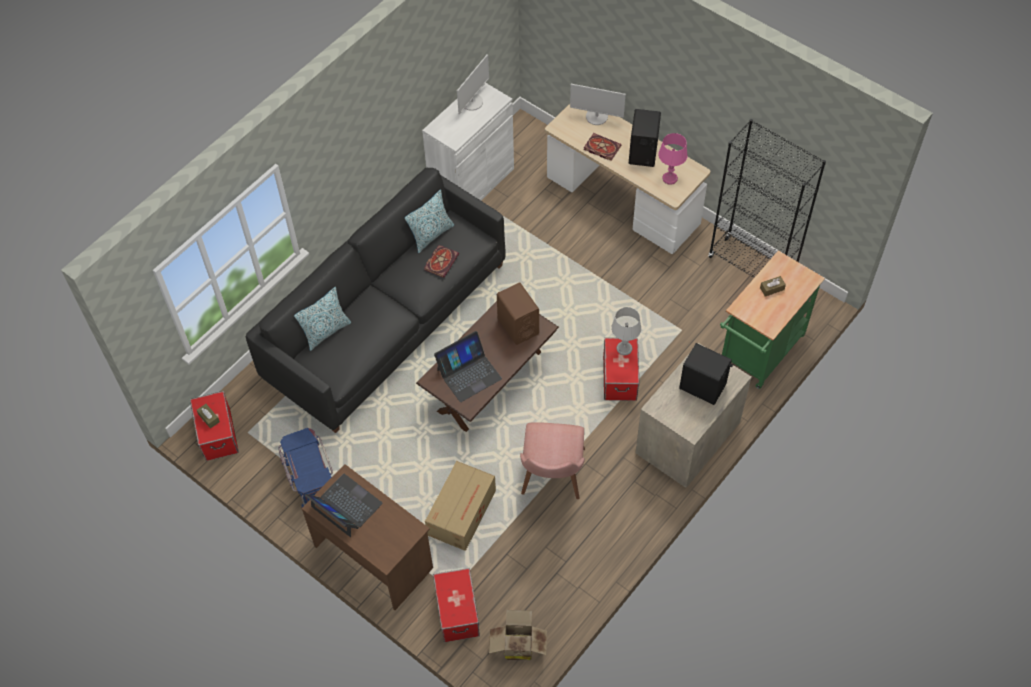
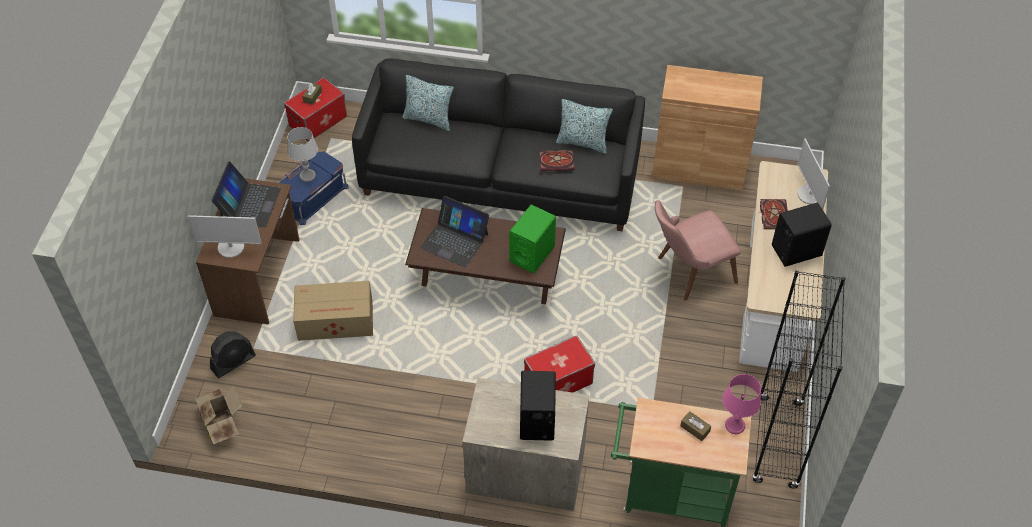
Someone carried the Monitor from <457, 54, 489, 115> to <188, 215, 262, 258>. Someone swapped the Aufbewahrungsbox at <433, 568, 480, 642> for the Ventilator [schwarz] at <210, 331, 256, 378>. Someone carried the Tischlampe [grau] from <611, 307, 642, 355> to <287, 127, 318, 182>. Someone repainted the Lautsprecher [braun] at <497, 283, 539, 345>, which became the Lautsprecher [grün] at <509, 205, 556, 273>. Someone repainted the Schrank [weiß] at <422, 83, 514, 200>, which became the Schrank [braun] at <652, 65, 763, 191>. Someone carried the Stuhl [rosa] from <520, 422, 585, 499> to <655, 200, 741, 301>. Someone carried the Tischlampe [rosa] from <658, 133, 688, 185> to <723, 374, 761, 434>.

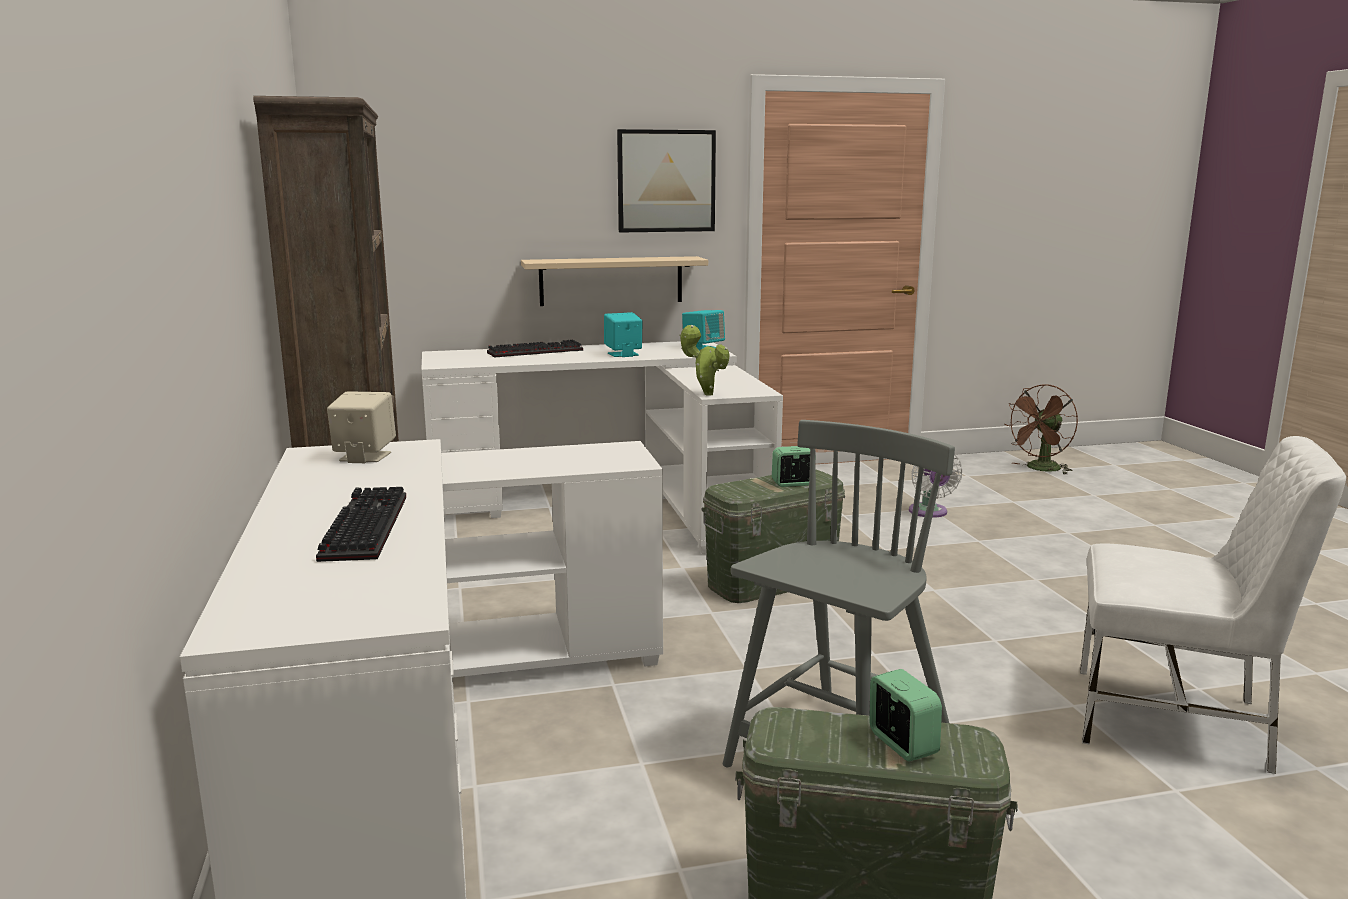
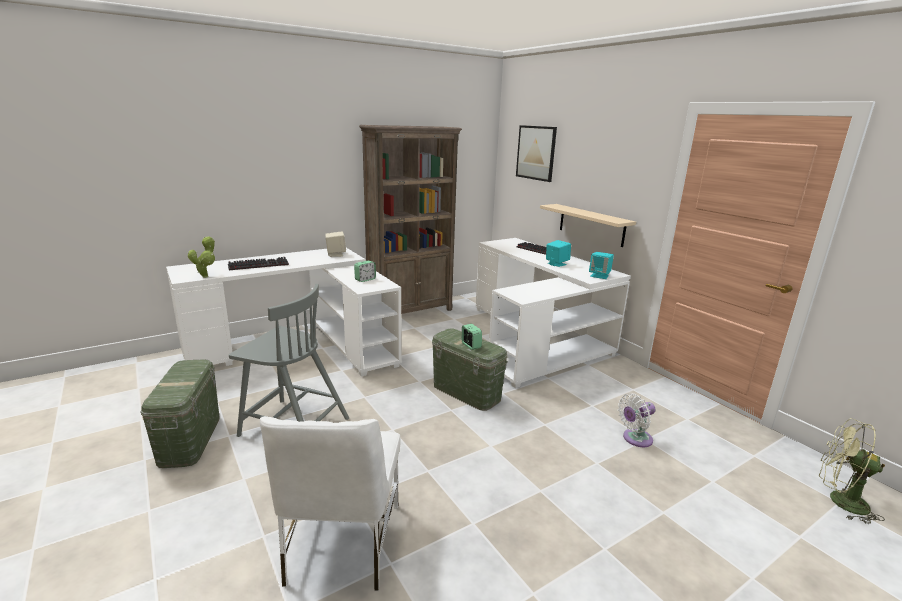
Someone carried the Topfpflanze from <679, 325, 729, 396> to <188, 236, 215, 278>. Someone carried the Wecker from <869, 669, 942, 761> to <354, 261, 376, 282>. Someone carried the Bild from <617, 129, 716, 233> to <516, 125, 557, 182>. Someone repainted the Ventilator [braun] at <1004, 384, 1078, 474>, which became the Ventilator [grün] at <819, 418, 885, 524>.

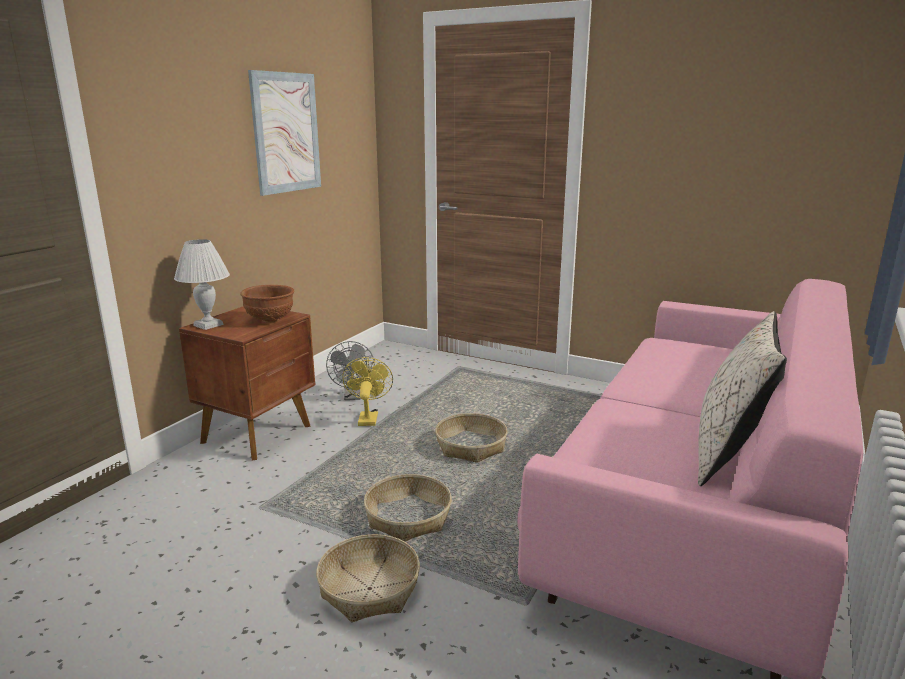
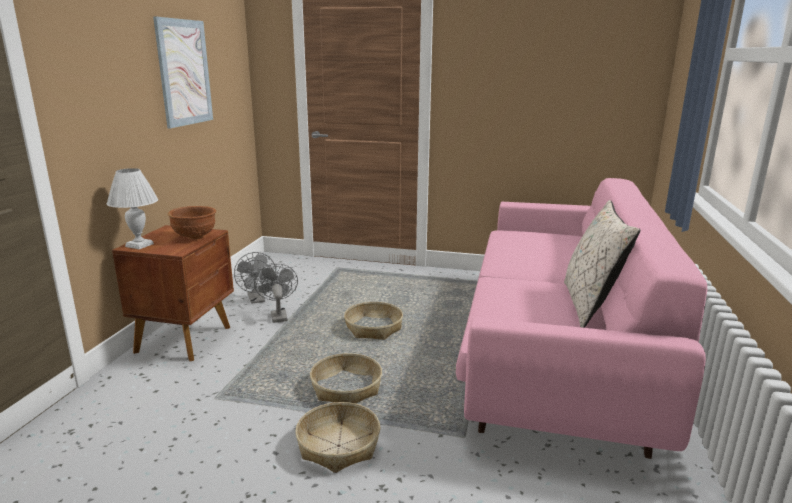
Someone repainted the Ventilator [gelb] at <342, 357, 393, 426>, which became the Ventilator [grau] at <254, 264, 298, 323>.

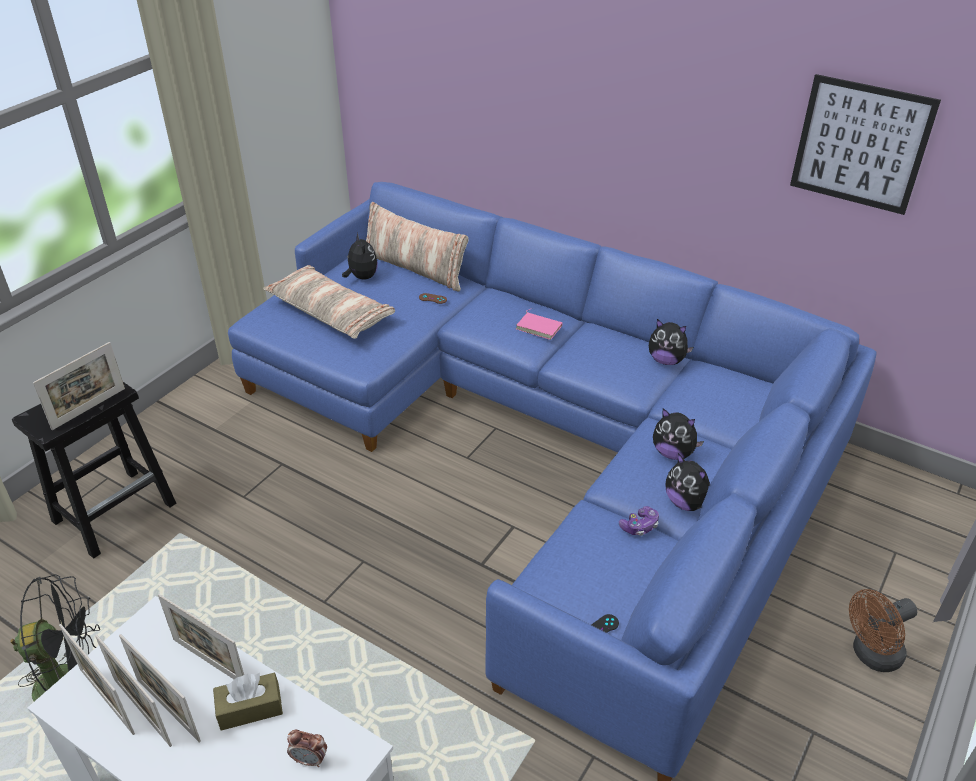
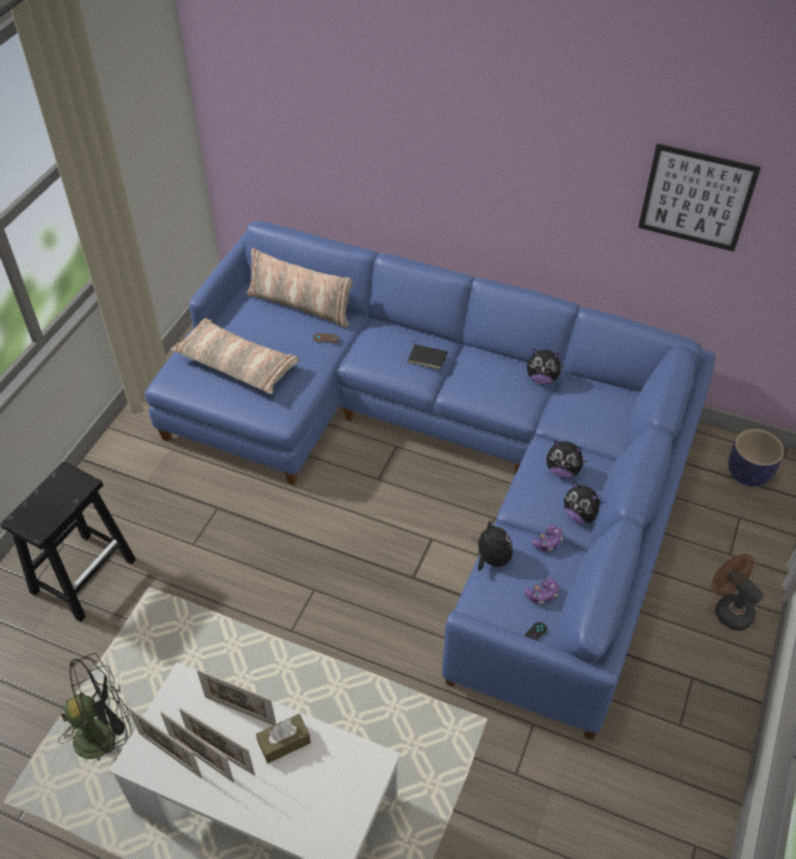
Someone repainted the Buch [rosa] at <516, 308, 563, 340>, which became the Buch [schwarz] at <408, 339, 447, 370>. Someone carried the Plüschtier from <342, 233, 378, 280> to <473, 521, 513, 571>. Someone put down the Gamepad at <525, 578, 559, 605>. Someone rotated the Ventilator [braun] at <849, 589, 917, 672> by 90 degrees clockwise. Someone put down the Pflanzkübel at <728, 429, 784, 487>. Someone took away the Bilderrahmen at <33, 342, 125, 430>. Someone took away the Wecker at <287, 730, 327, 767>.

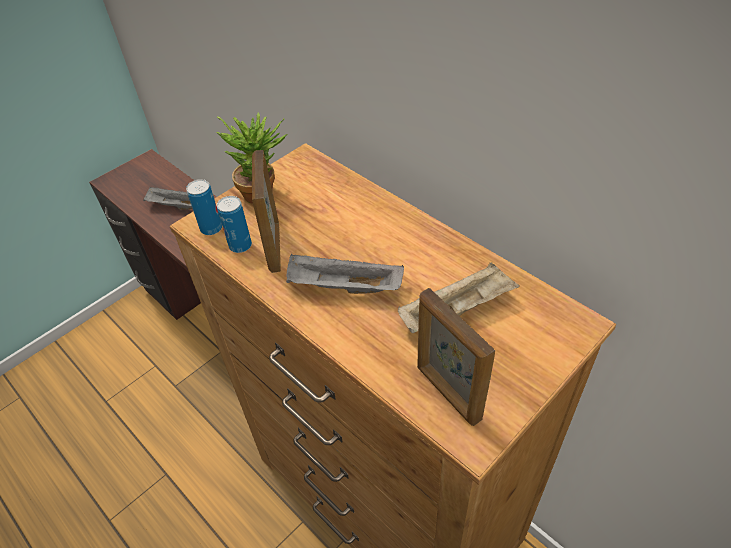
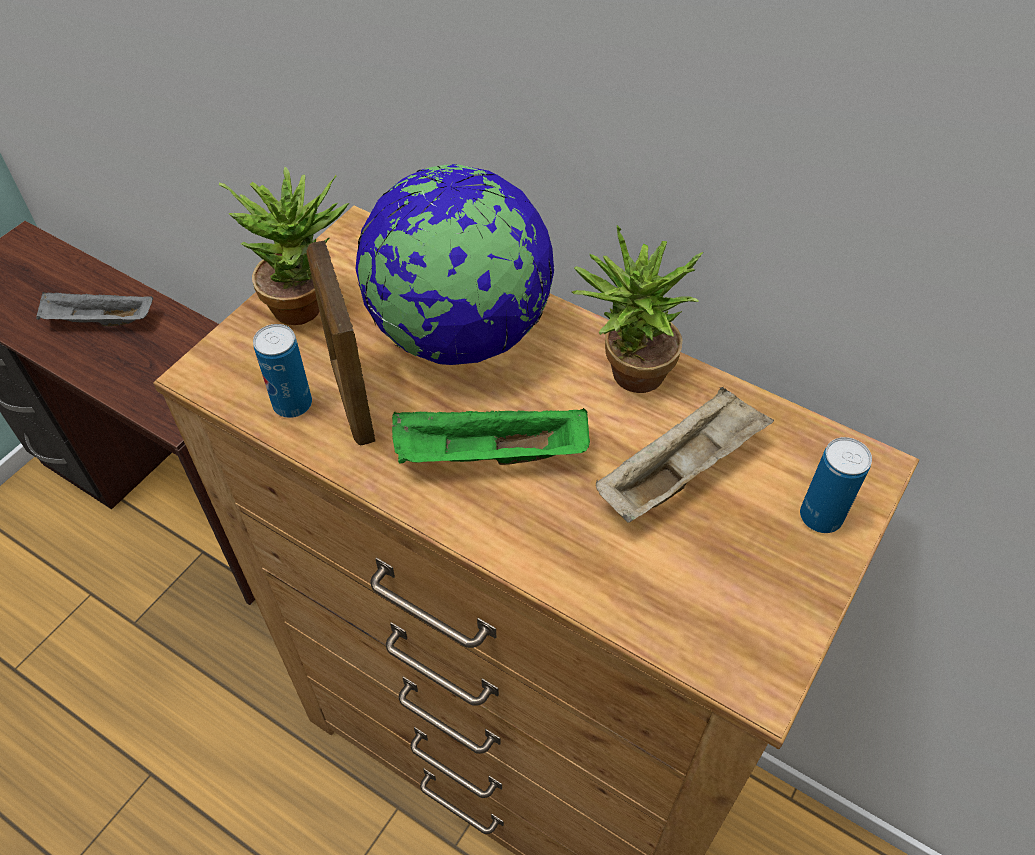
Someone put down the Globus at <356, 164, 554, 365>. Someone repainted the Tablett [grau] at <286, 254, 404, 294>, which became the Tablett [grün] at <392, 408, 590, 465>. Someone put down the Topfpflanze at <572, 225, 703, 393>. Someone carried the Dose from <186, 179, 222, 235> to <800, 437, 872, 533>. Someone took away the Bilderrahmen at <417, 288, 495, 426>.

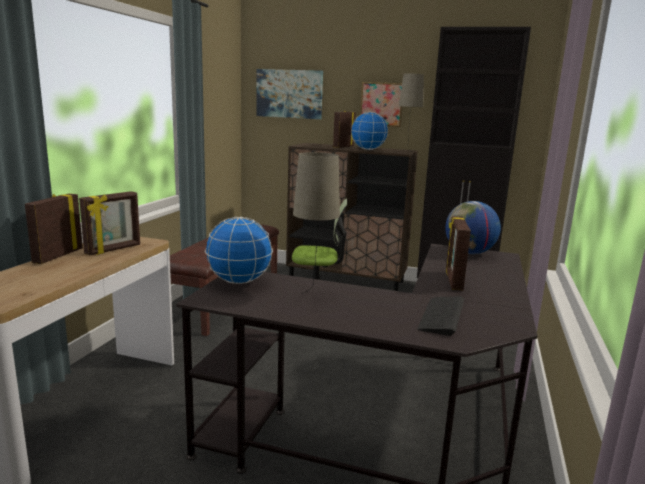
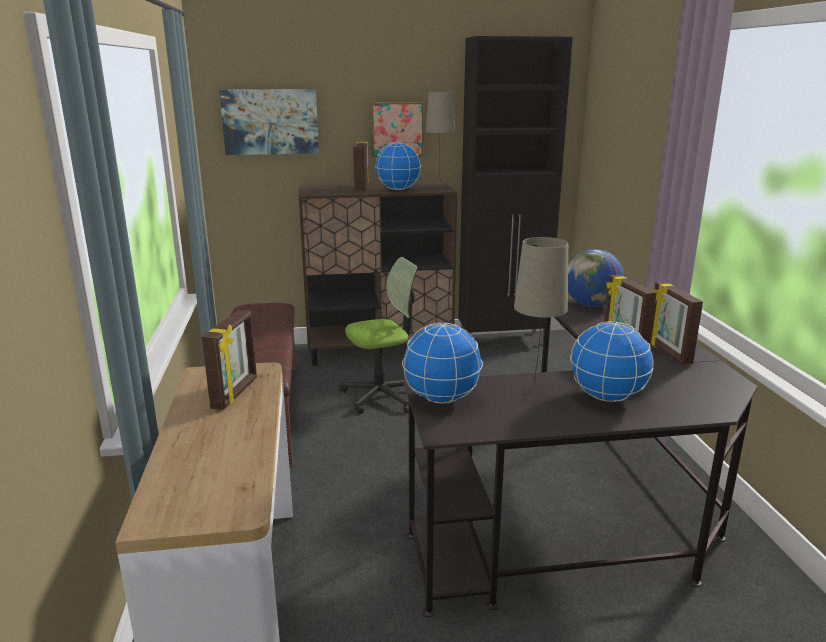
Someone put down the Globus at <570, 321, 654, 402>. Someone carried the Bilderrahmen from <25, 194, 83, 264> to <650, 281, 703, 365>. Someone took away the Tastatur at <417, 296, 464, 336>.

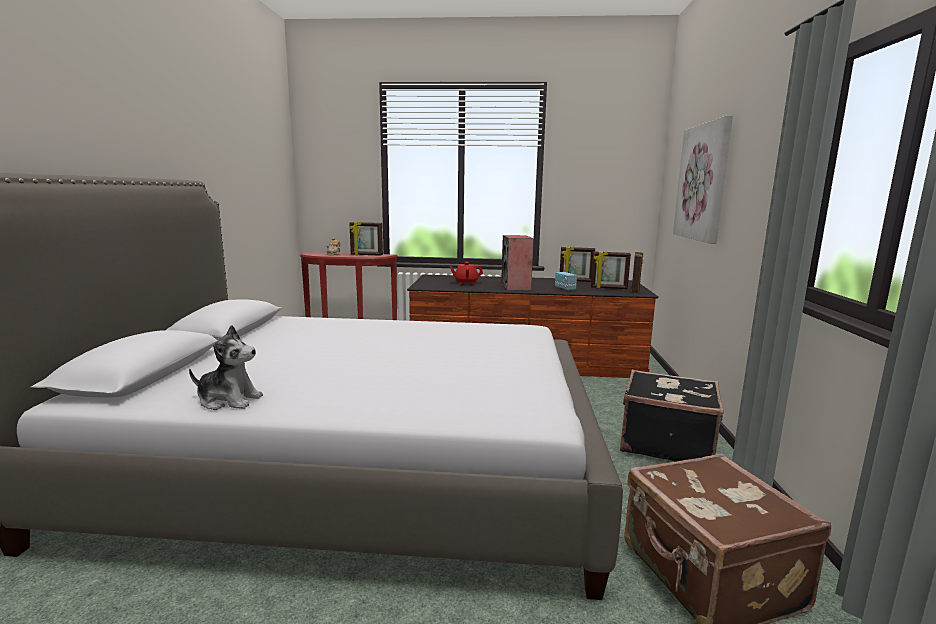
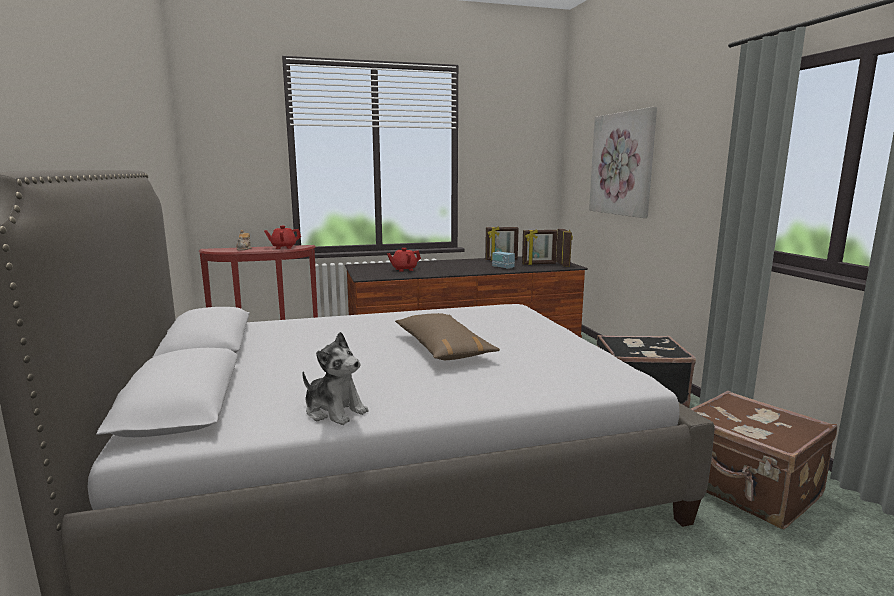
Someone swapped the Bilderrahmen at <349, 221, 383, 256> for the Teekanne [rot] at <264, 226, 301, 249>. Someone rotated the Plüschtier at <189, 325, 263, 410> by 45 degrees clockwise. Someone put down the Kissen [braun] at <395, 313, 500, 360>. Someone took away the Lautsprecher at <501, 235, 534, 291>.

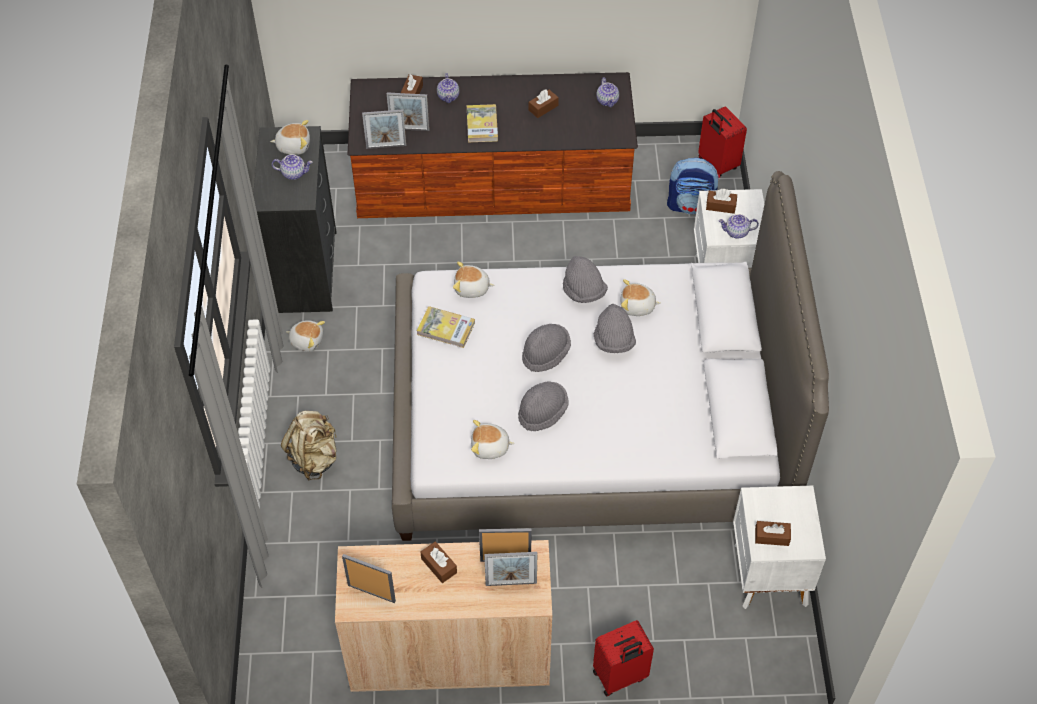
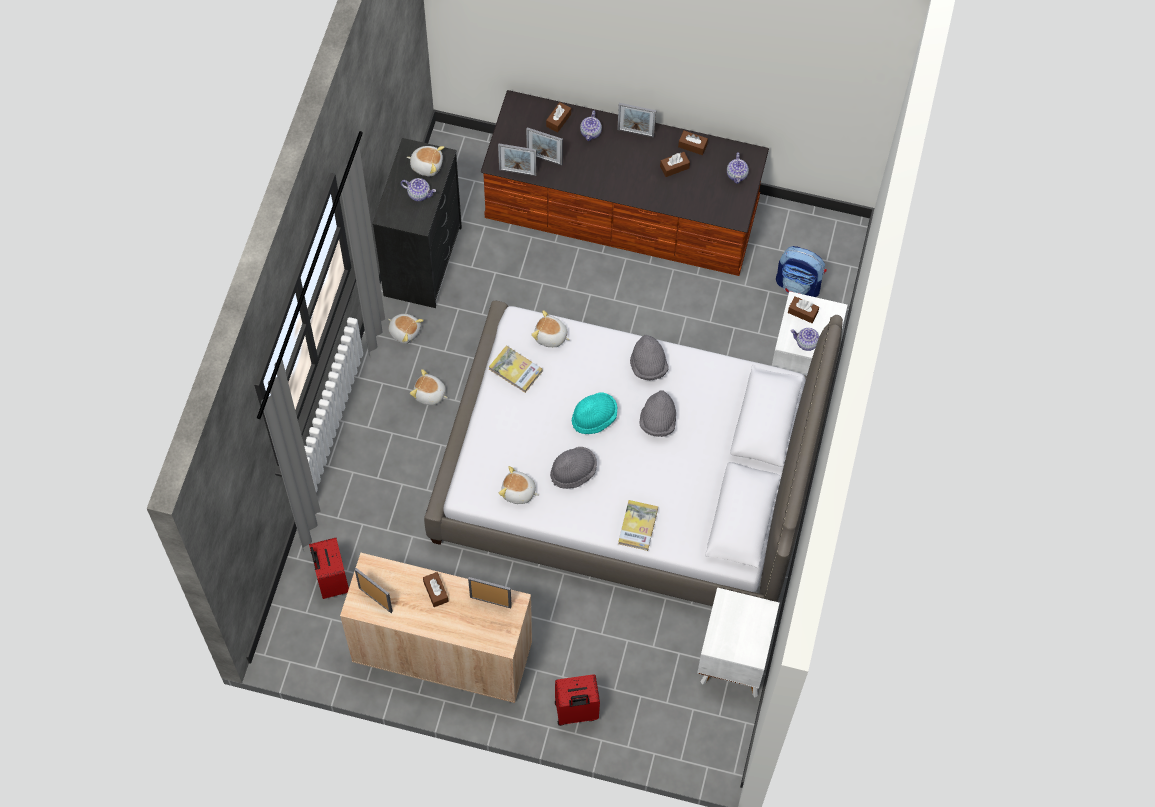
Someone carried the Koffer [rot] from <698, 106, 747, 176> to <309, 538, 349, 599>. Someone carried the Plüschtier from <621, 279, 661, 316> to <410, 369, 448, 405>. Someone repainted the Hut [grau] at <522, 324, 571, 372>, which became the Hut [türkis] at <572, 392, 617, 434>. Someone carried the Bilderrahmen from <484, 552, 537, 586> to <617, 103, 656, 137>. Someone carried the Buch from <467, 104, 498, 142> to <618, 500, 658, 551>. Someone carried the Taschentuchbox [braun] from <755, 521, 791, 546> to <678, 130, 708, 155>. Someone took away the Rucksack [beige] at <281, 411, 337, 480>.

